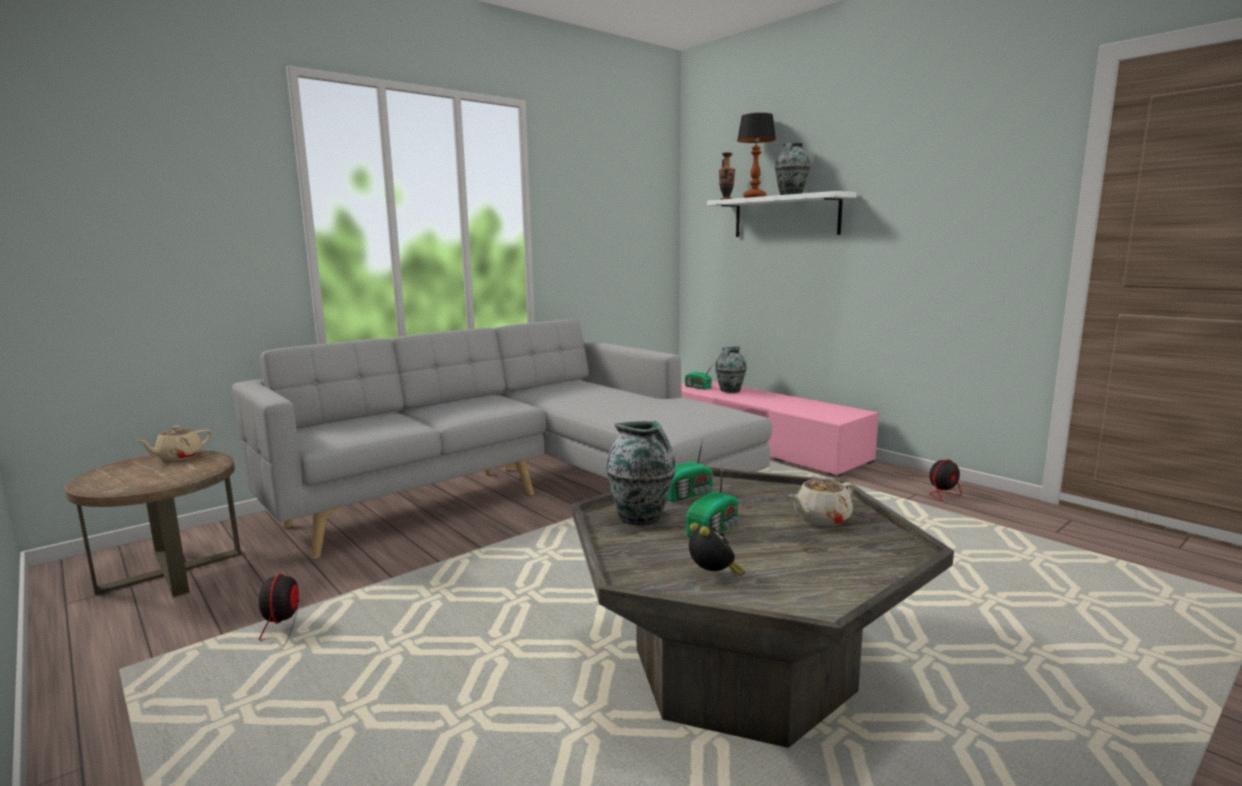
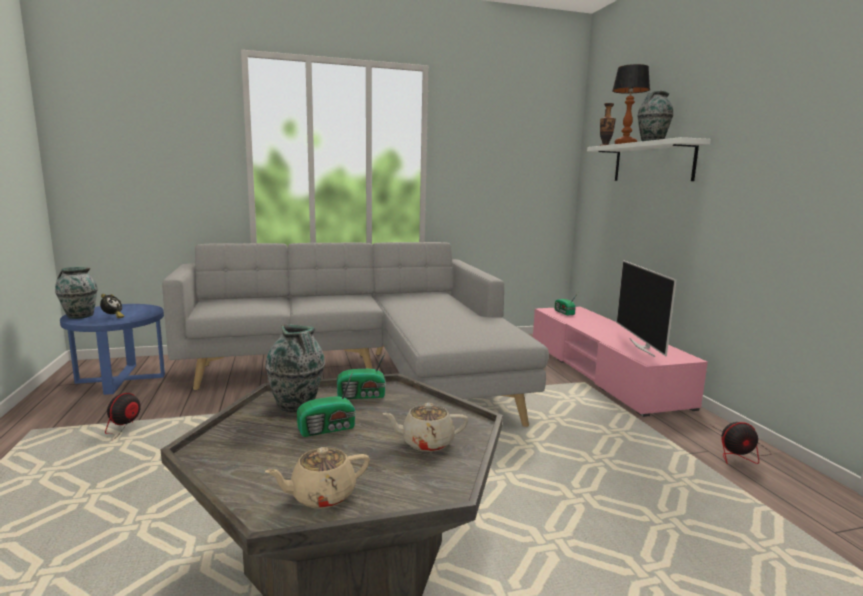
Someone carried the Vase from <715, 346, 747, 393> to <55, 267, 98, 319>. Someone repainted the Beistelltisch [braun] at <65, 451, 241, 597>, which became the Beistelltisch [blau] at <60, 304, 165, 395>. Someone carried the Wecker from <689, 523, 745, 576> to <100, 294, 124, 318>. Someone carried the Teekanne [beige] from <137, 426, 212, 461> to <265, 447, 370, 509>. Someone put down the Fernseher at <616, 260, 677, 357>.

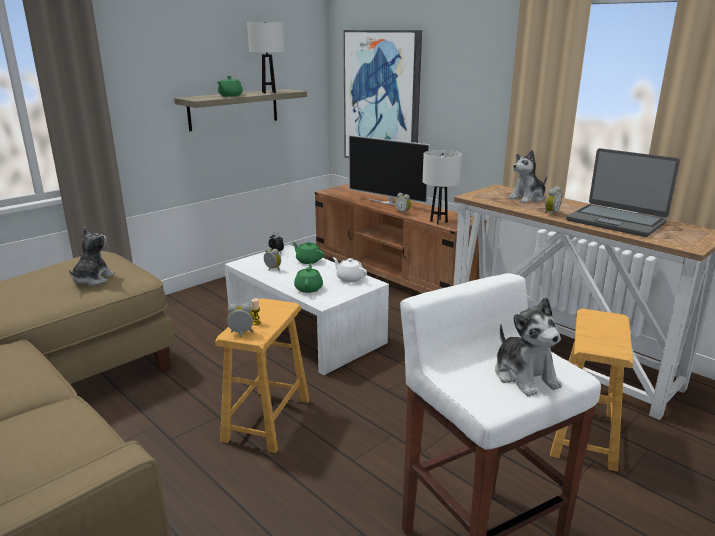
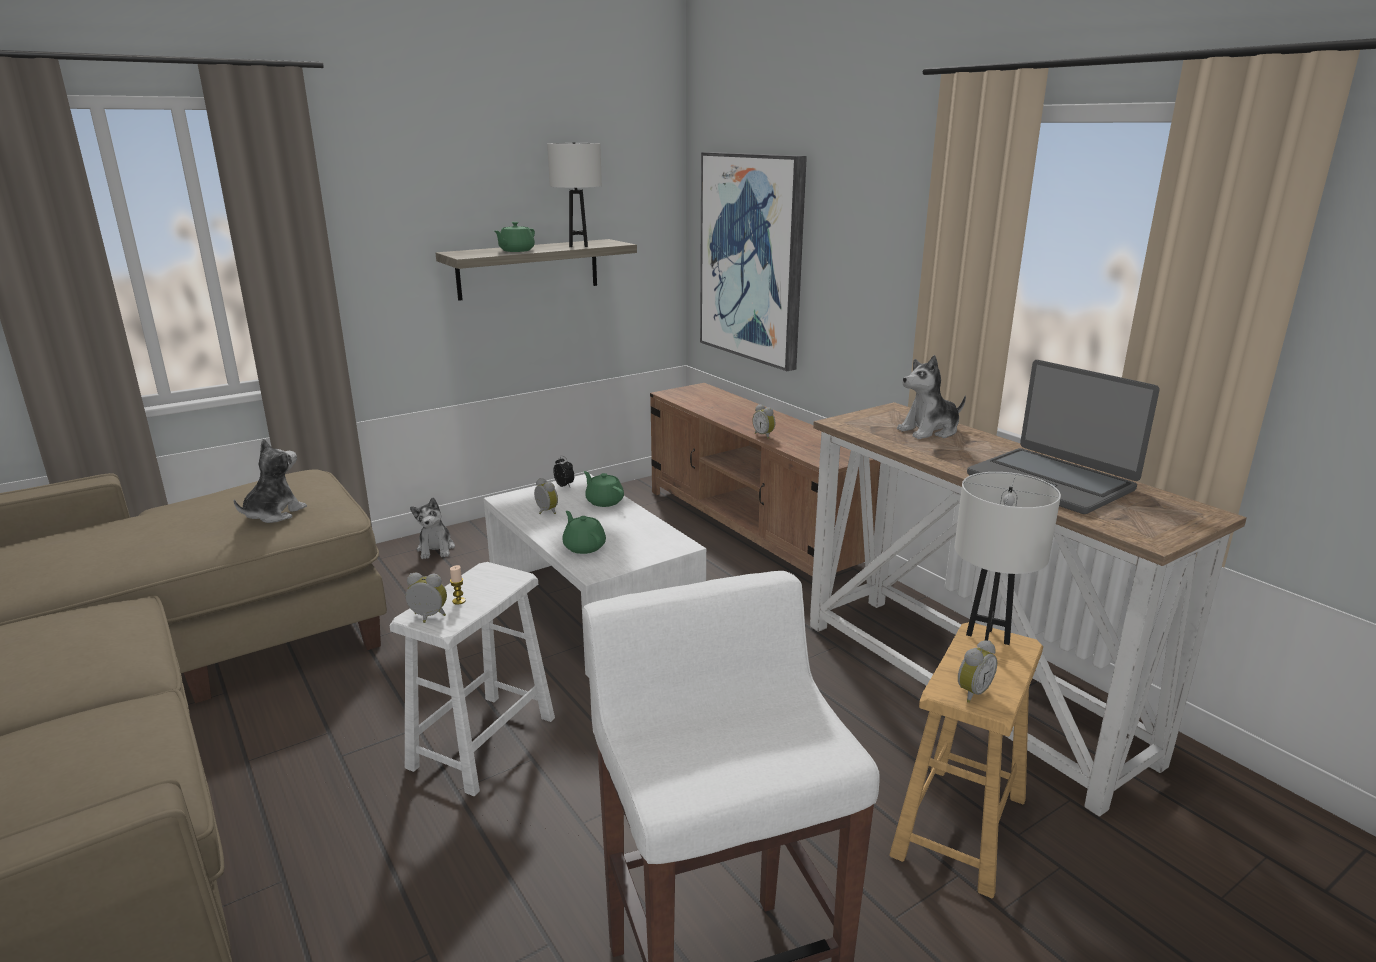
Someone repainted the Hocker [braun] at <215, 298, 310, 453>, which became the Hocker [weiß] at <390, 562, 555, 796>. Someone carried the Plüschtier from <495, 297, 562, 397> to <410, 498, 455, 559>. Someone rotated the Teekanne [grün] at <294, 263, 323, 293> by 45 degrees counterclockwise. Someone carried the Tischlampe [weiß] from <423, 150, 462, 225> to <955, 472, 1061, 645>. Someone carried the Wecker from <545, 186, 562, 216> to <958, 640, 997, 703>. Someone took away the Teekanne [weiß] at <333, 257, 367, 282>. Someone took away the Fernseher at <349, 135, 430, 205>.

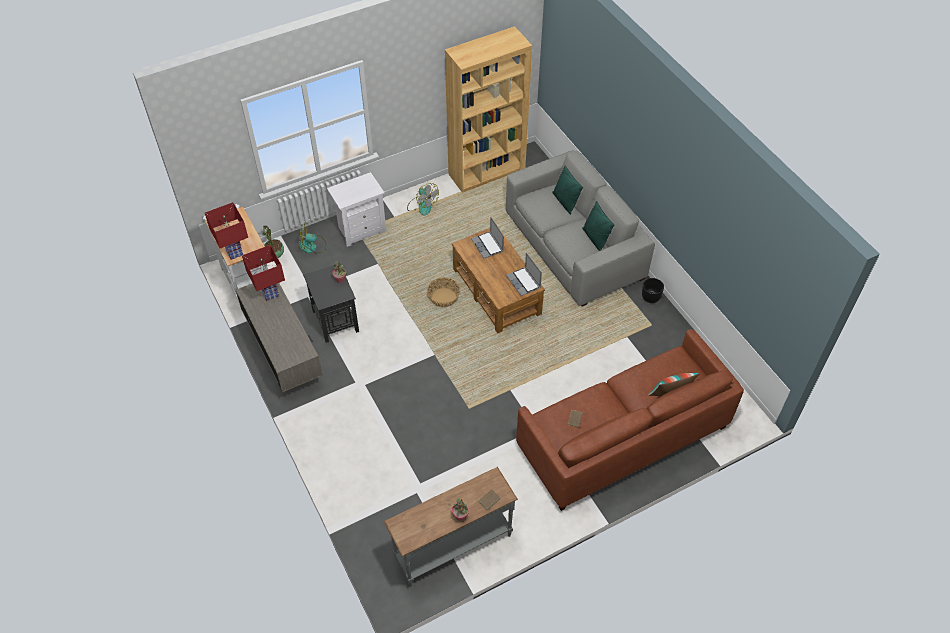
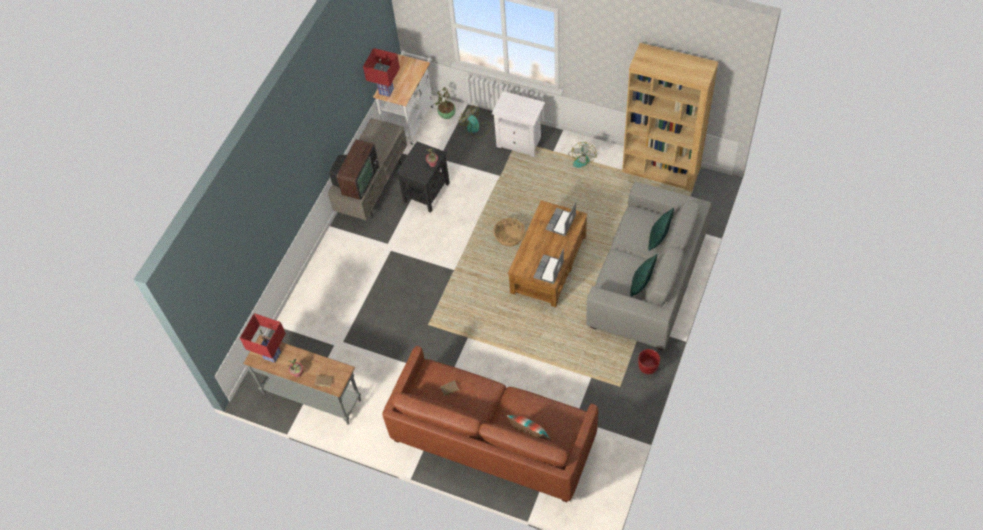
Someone carried the Tischlampe [rot] from <242, 245, 285, 301> to <240, 313, 286, 363>. Someone put down the Fernseher at <329, 140, 380, 200>. Someone repainted the Pflanzkübel [schwarz] at <642, 278, 664, 303>, which became the Pflanzkübel [rot] at <638, 349, 660, 374>.

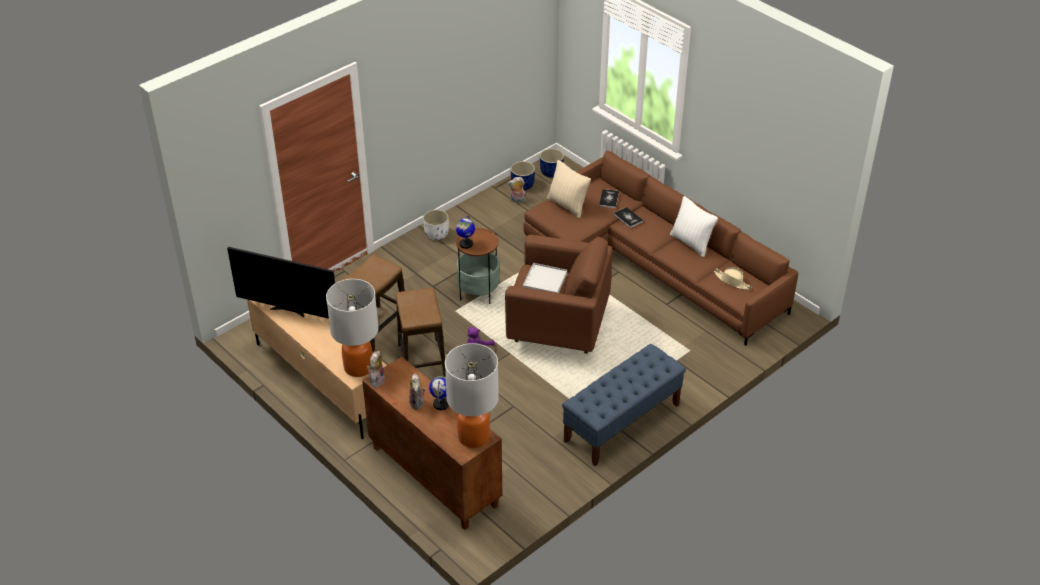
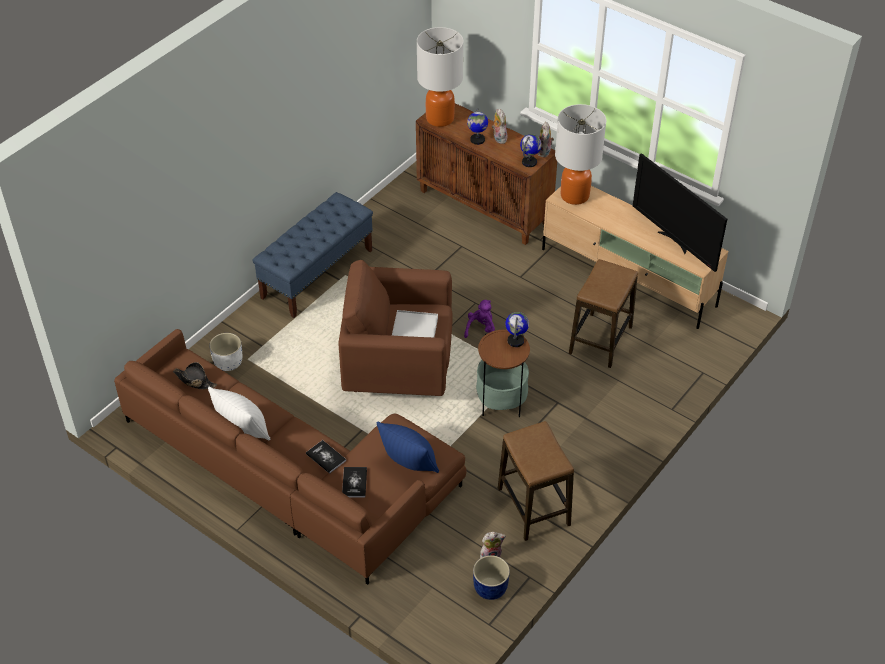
Someone repainted the Hut [beige] at <713, 267, 752, 290>, which became the Hut [schwarz] at <173, 362, 217, 389>. Someone carried the Pflanzkübel [weiß] from <423, 210, 449, 240> to <209, 333, 242, 371>. Someone repainted the Kissen [beige] at <547, 160, 591, 218>, which became the Kissen [blau] at <377, 421, 439, 473>. Someone carried the Hocker from <396, 288, 446, 377> to <498, 421, 574, 541>. Someone put down the Globus at <520, 134, 542, 167>. Someone rotated the Fernseher at <227, 247, 335, 319> by 135 degrees counterclockwise. Someone took away the Pflanzkübel [blau] at <540, 148, 564, 177>.

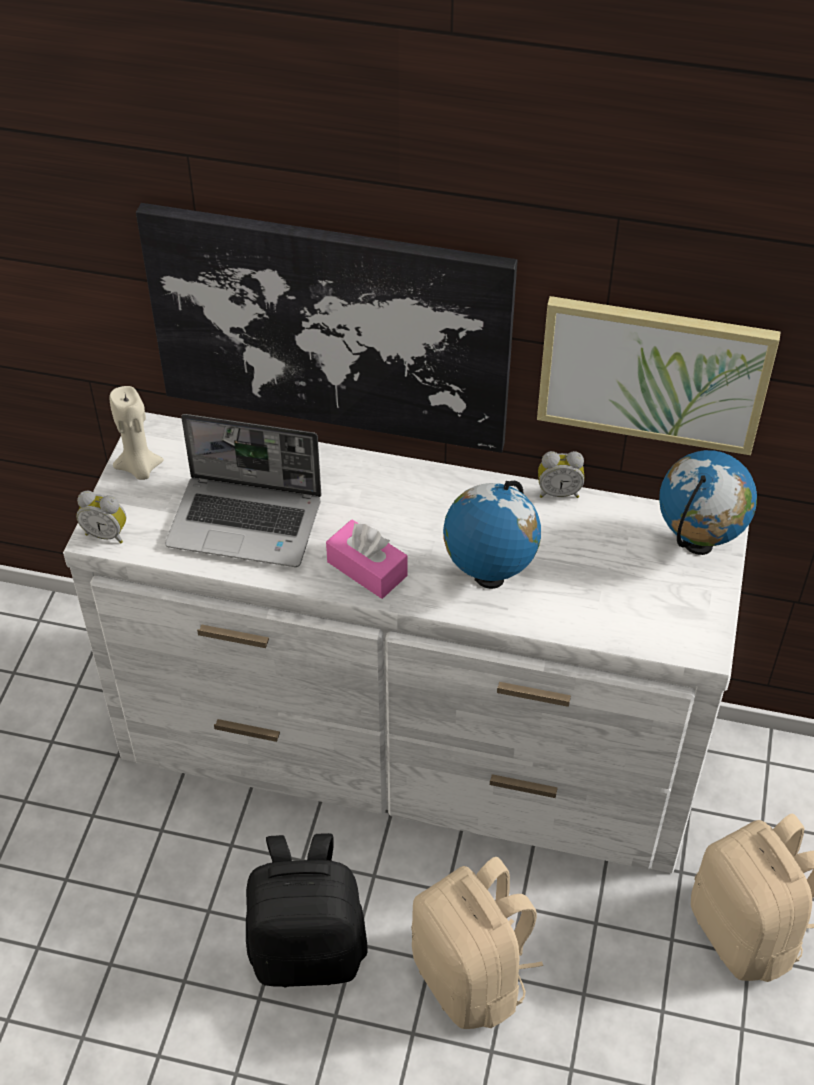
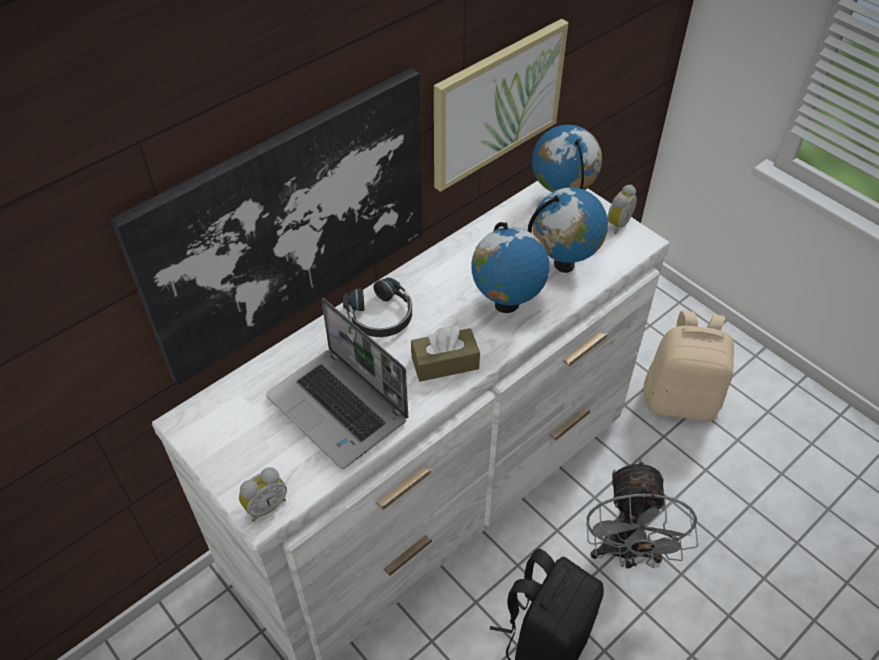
Someone rotated the Laptop at <165, 414, 321, 567> by 90 degrees clockwise. Someone put down the Kopfhörer [schwarz] at <343, 277, 412, 337>. Someone repainted the Taschentuchbox [rosa] at <326, 519, 407, 599>, which became the Taschentuchbox [braun] at <411, 326, 480, 382>. Someone put down the Globus at <528, 187, 608, 273>. Someone swapped the Rucksack [beige] at <411, 857, 543, 1029> for the Ventilator [grau] at <586, 459, 698, 569>. Someone carried the Wecker from <538, 451, 585, 498> to <607, 185, 637, 234>. Someone took away the Kerze [beige] at <109, 386, 164, 480>.

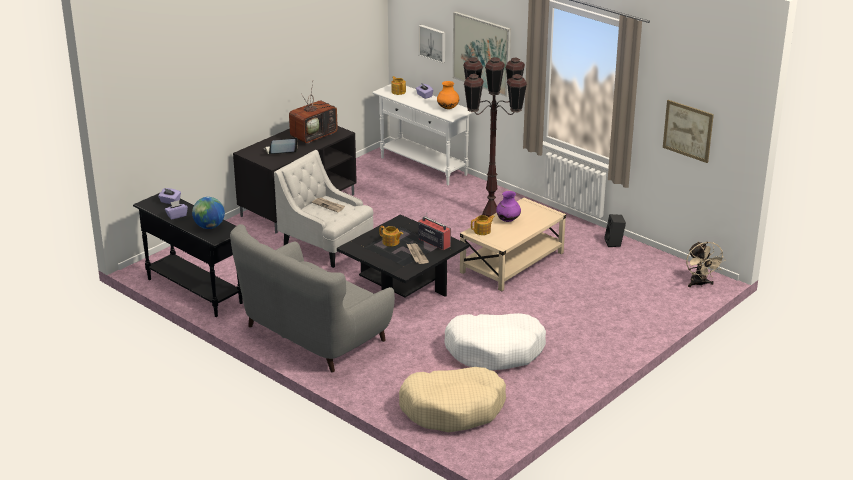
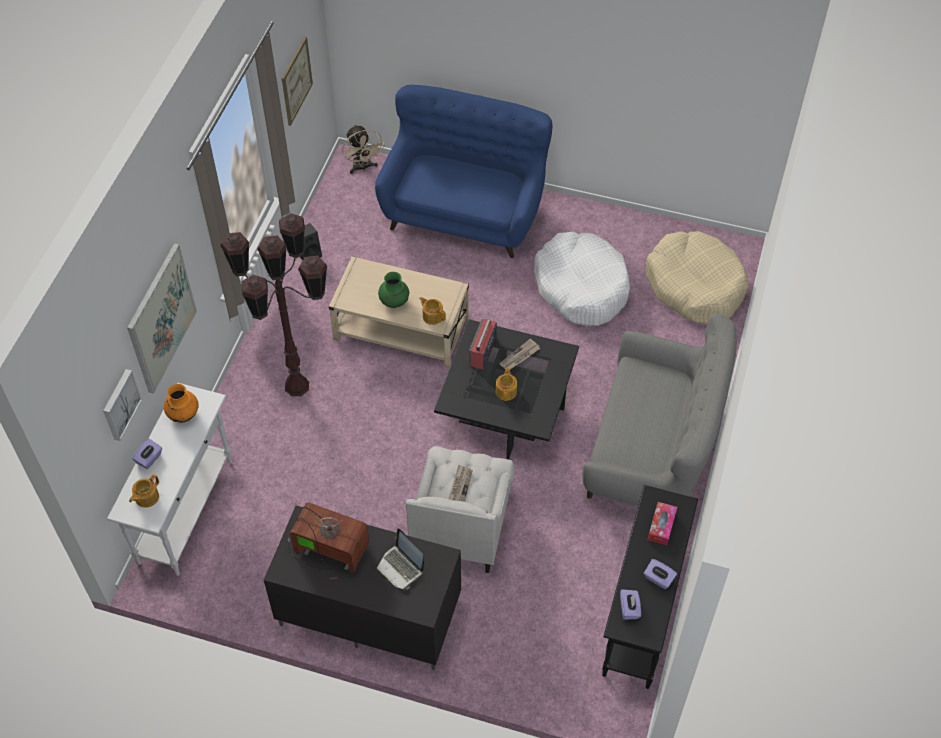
Someone rotated the Ventilator [beige] at <686, 241, 725, 287> by 105 degrees clockwise. Someone put down the Sofa [blau] at <375, 85, 552, 258>. Someone repainted the Vase [lila] at <496, 191, 521, 222>, which became the Vase [grün] at <378, 272, 409, 308>. Someone swapped the Globus at <192, 197, 225, 229> for the Taschentuchbox at <648, 502, 677, 545>.

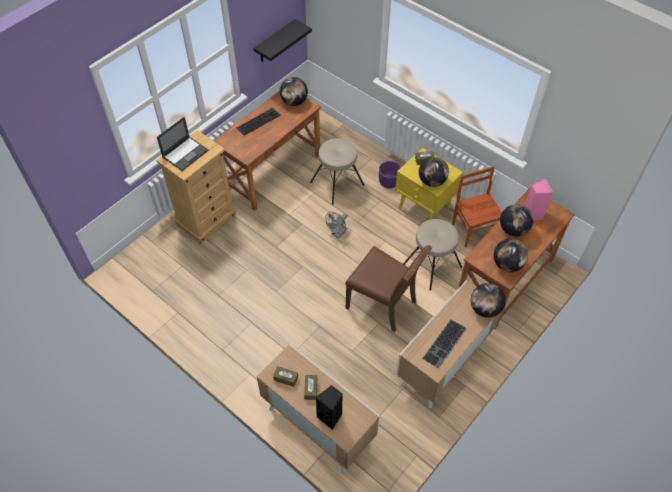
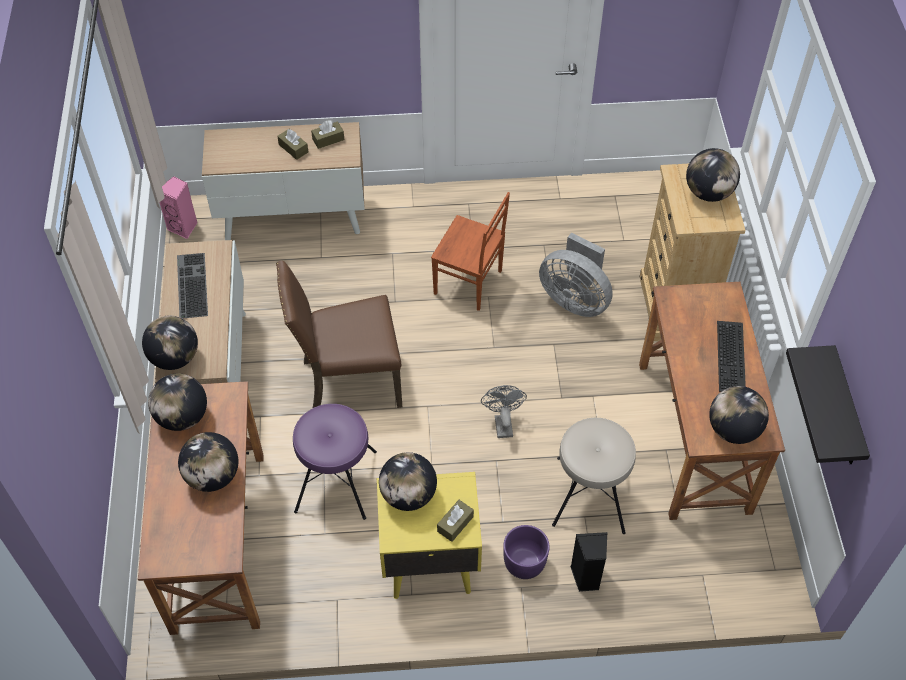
Someone carried the Lautsprecher [rosa] from <524, 179, 553, 220> to <159, 176, 198, 239>. Someone repainted the Hocker [beige] at <403, 219, 462, 291>, which became the Hocker [lila] at <293, 404, 377, 520>. Someone carried the Stuhl [braun] from <452, 166, 502, 248> to <431, 192, 510, 311>. Someone put down the Ventilator [grau] at <539, 232, 613, 317>. Someone carried the Lautsprecher [schwarz] from <316, 385, 343, 430> to <570, 532, 607, 592>. Someone swapped the Laptop at <157, 117, 208, 171> for the Globus at <686, 148, 740, 202>.

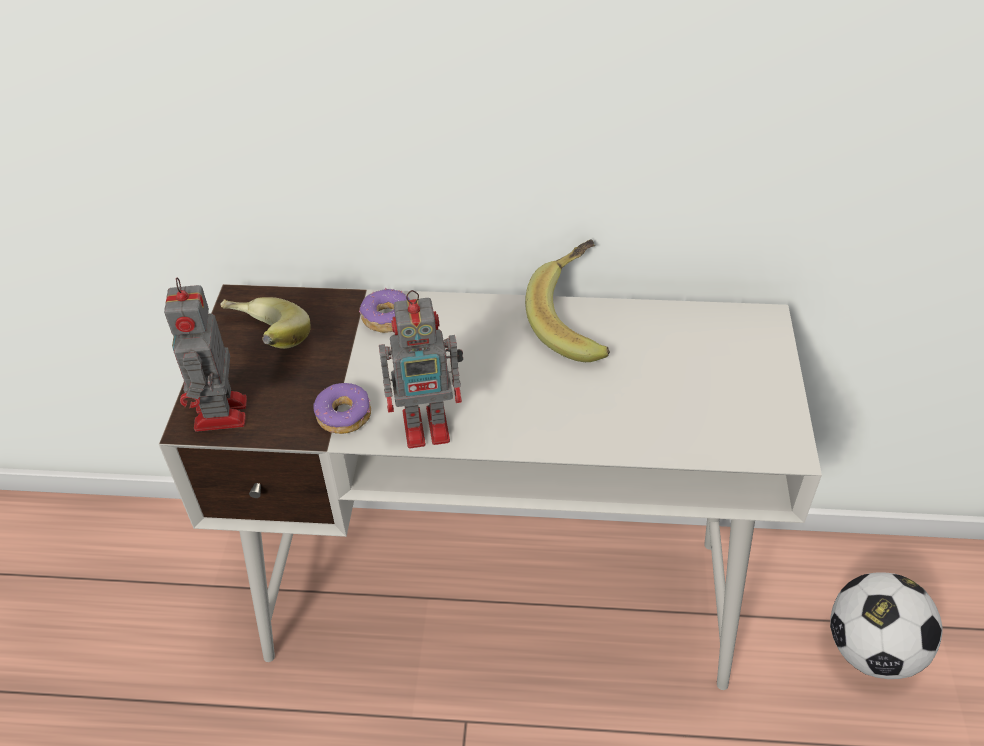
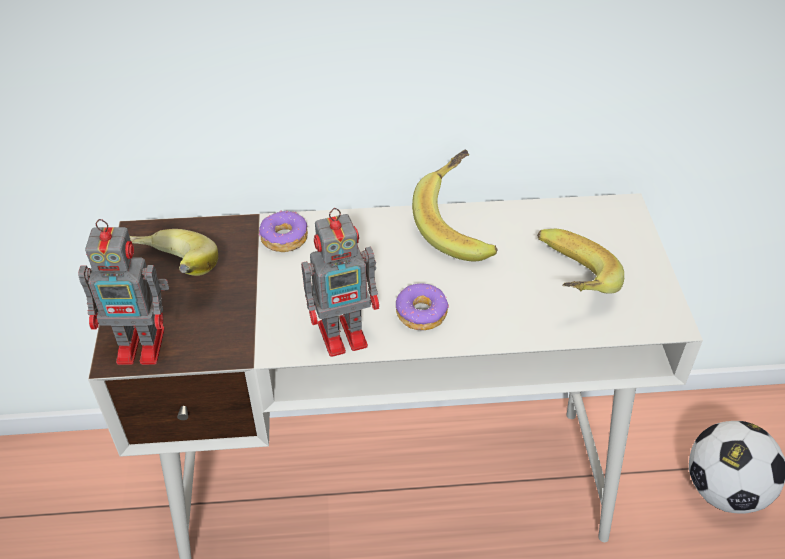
Someone rotated the Spielzeugroboter at <164, 278, 247, 432> by 75 degrees counterclockwise. Someone carried the Donut from <313, 382, 371, 434> to <396, 284, 449, 330>. Someone put down the Banane at <537, 229, 624, 294>.

